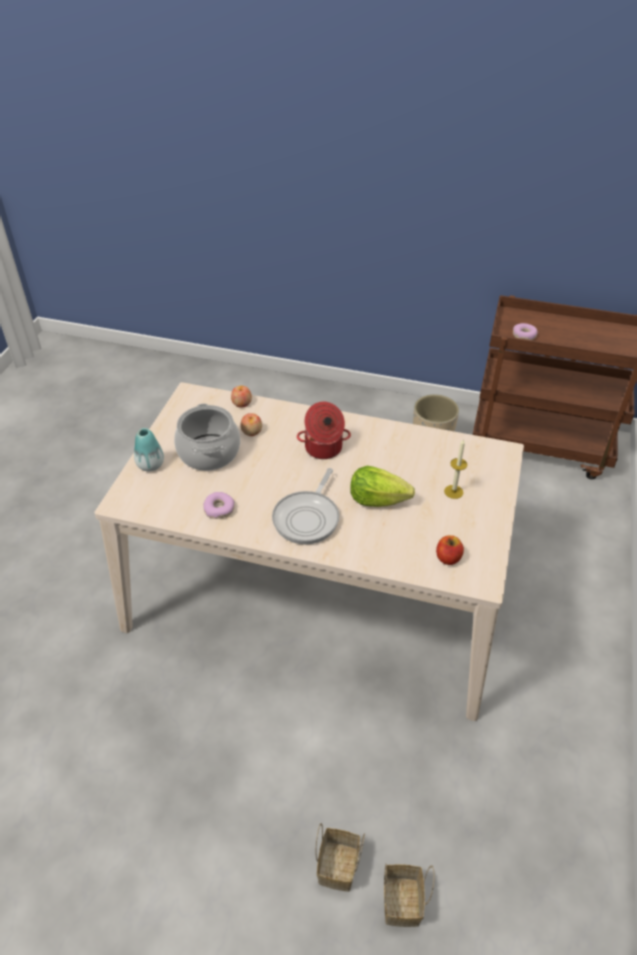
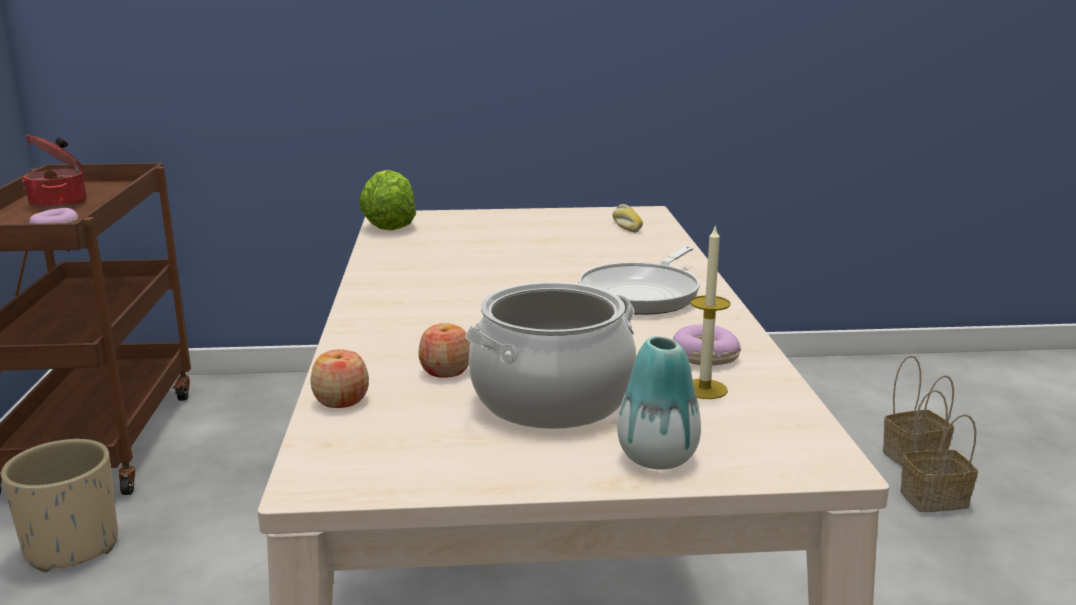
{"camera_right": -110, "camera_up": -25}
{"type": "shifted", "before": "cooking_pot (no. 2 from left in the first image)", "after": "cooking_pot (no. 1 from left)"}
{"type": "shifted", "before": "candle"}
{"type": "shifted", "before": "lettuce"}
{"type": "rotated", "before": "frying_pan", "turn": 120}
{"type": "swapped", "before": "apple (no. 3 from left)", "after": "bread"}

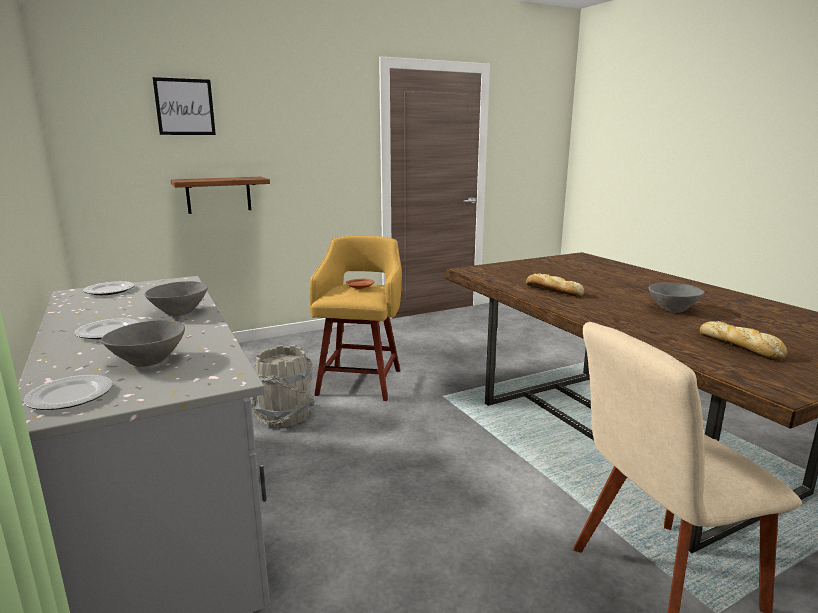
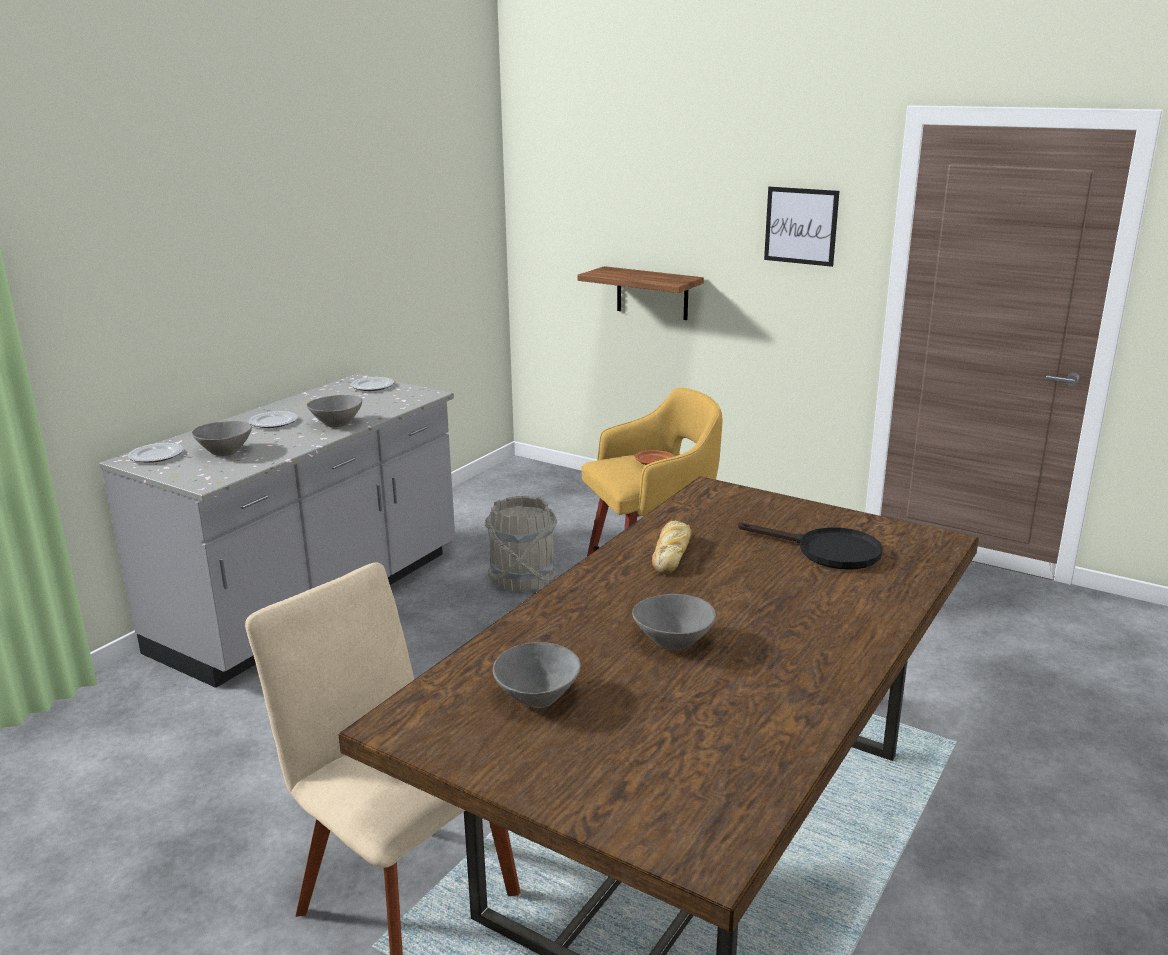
{"camera_right": 60, "camera_up": 5}
{"type": "shifted", "before": "picture"}
{"type": "swapped", "before": "bread (no. 2 from left)", "after": "grey_bowl (no. 3 from left)"}
{"type": "new", "after": "black_frying_pan"}

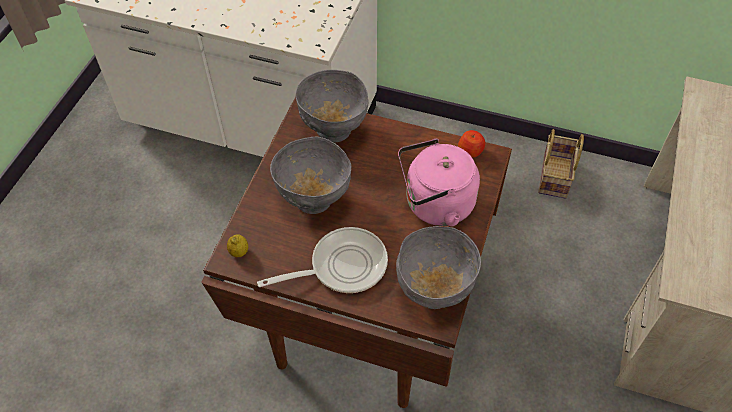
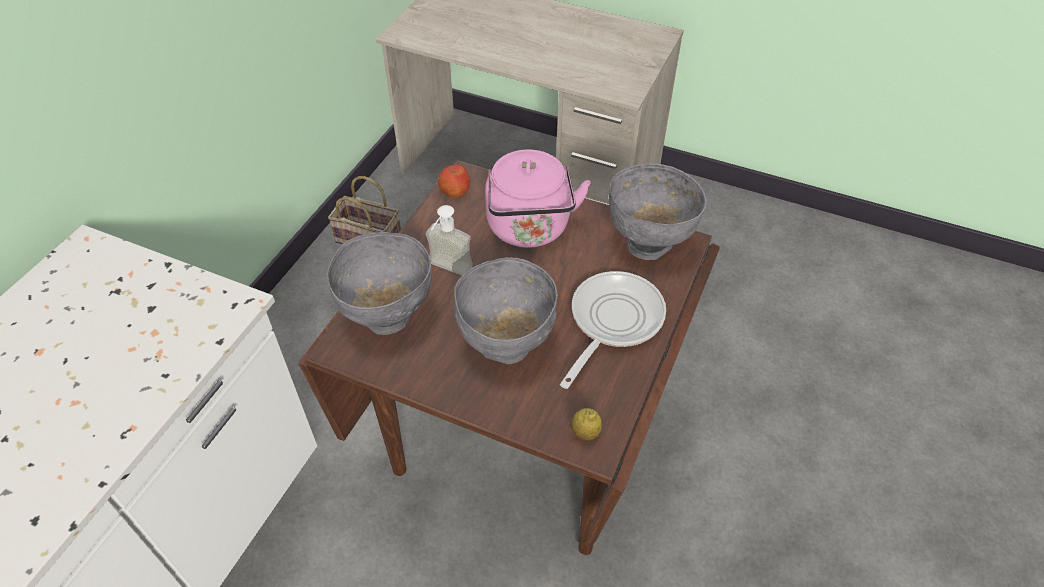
{"camera_right": -85, "camera_up": -5}
{"type": "rotated", "before": "frying_pan", "turn": 45}
{"type": "new", "after": "soap_dispenser"}

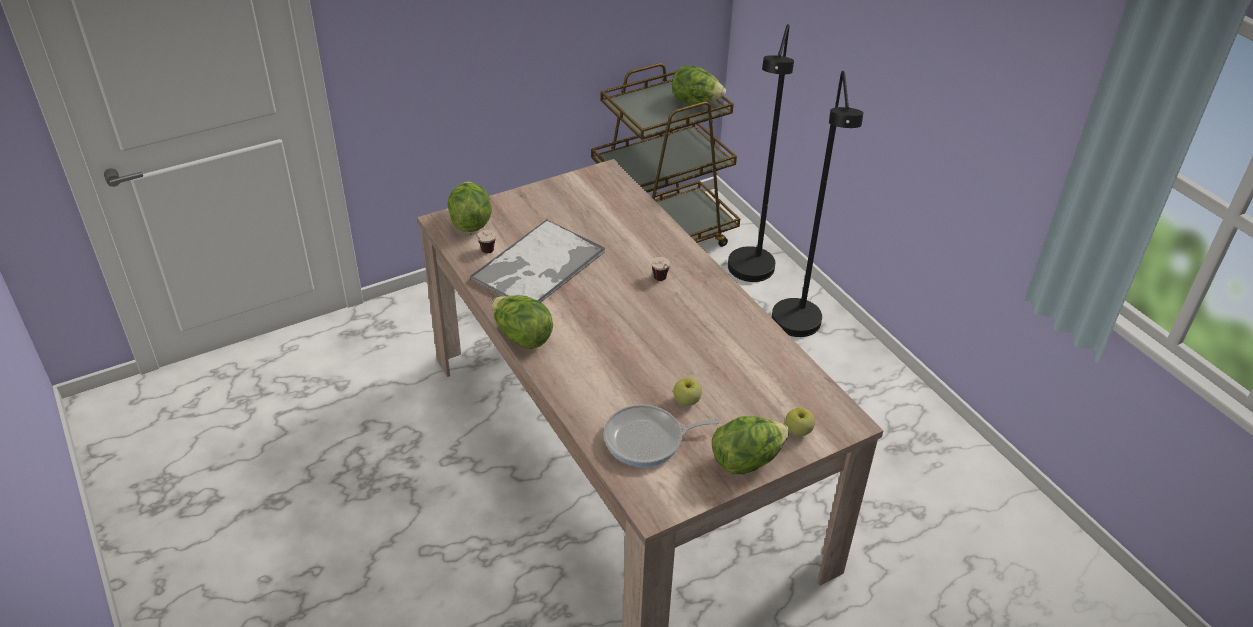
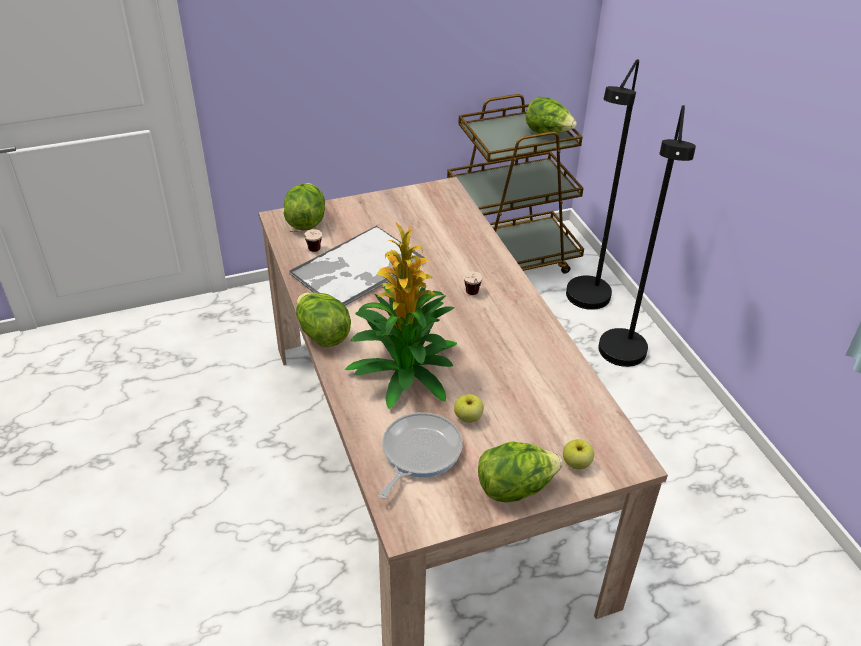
{"camera_right": 10, "camera_up": 0}
{"type": "rotated", "before": "frying_pan", "turn": 120}
{"type": "new", "after": "potted_plant"}

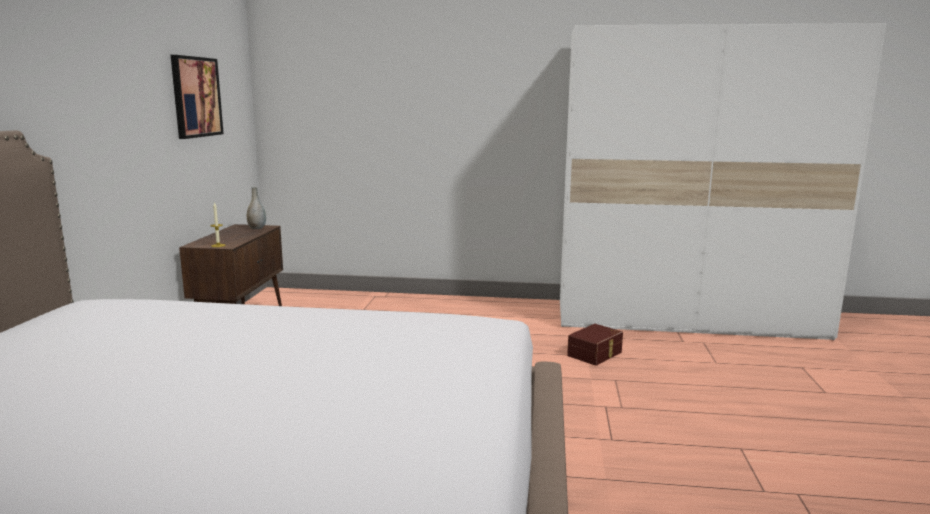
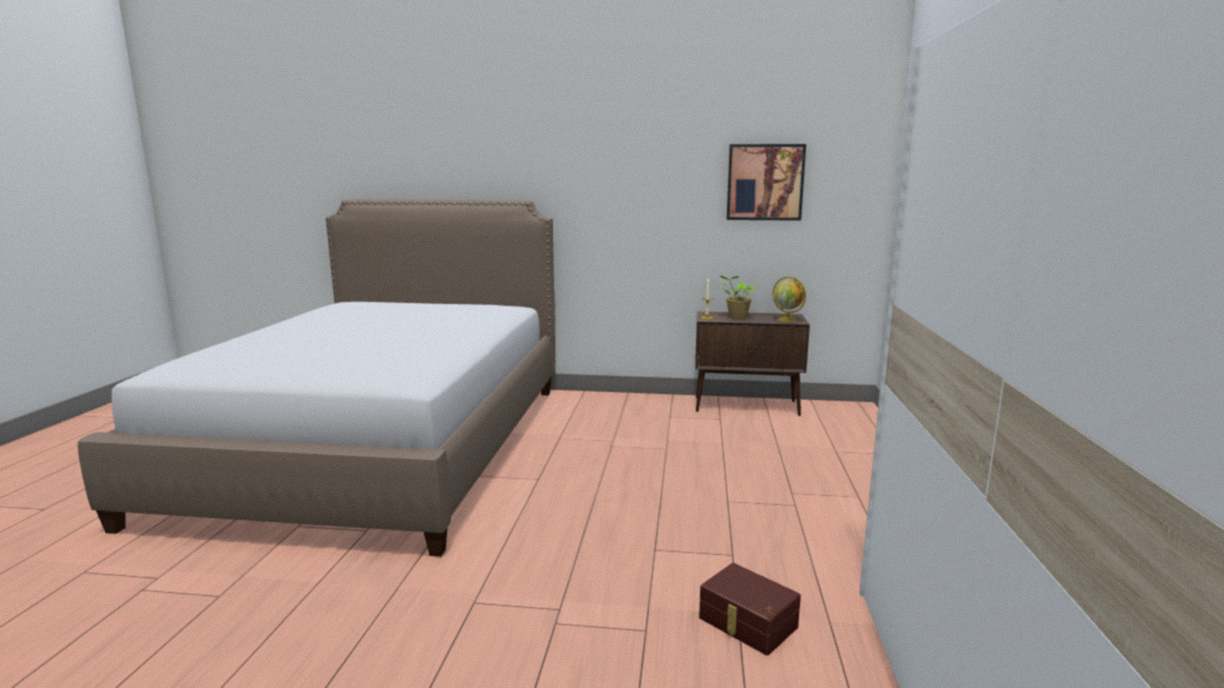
{"camera_right": 90, "camera_up": 0}
{"type": "swapped", "before": "grey_vase", "after": "globe"}
{"type": "new", "after": "potted_plant"}

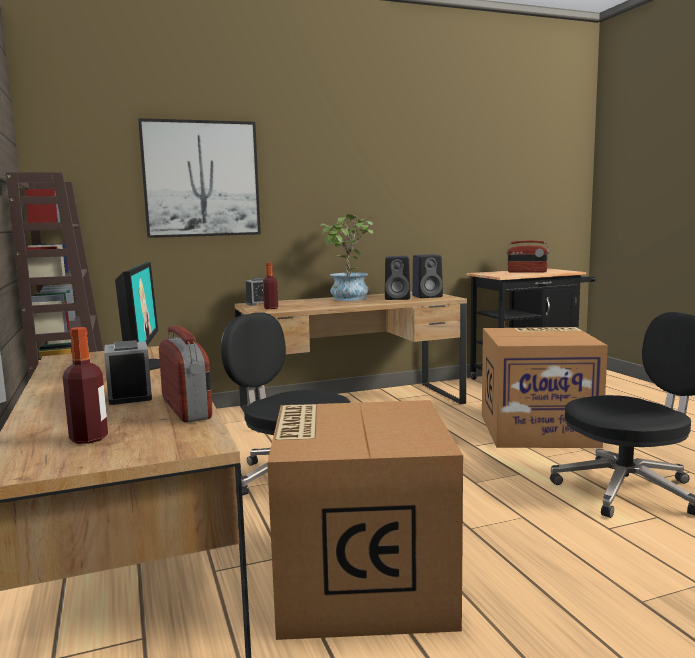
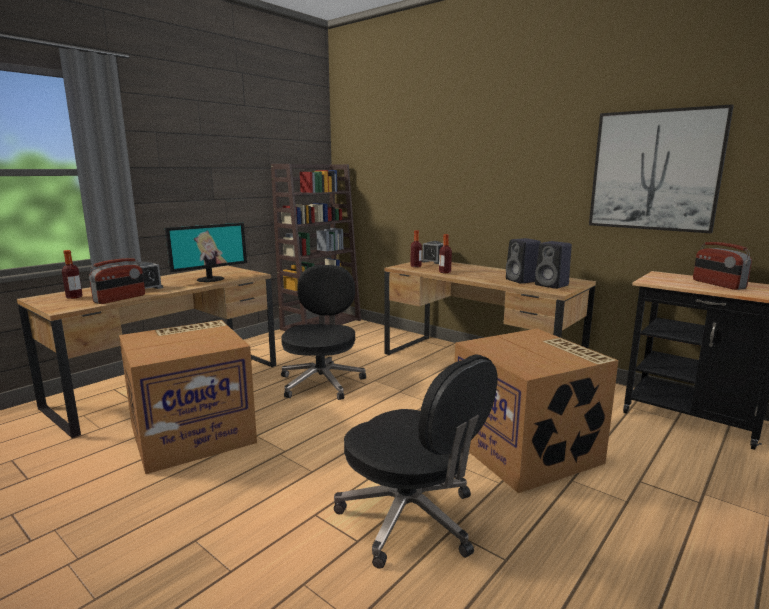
{"camera_right": 60, "camera_up": 5}
{"type": "shifted", "before": "picture"}
{"type": "gone", "before": "potted_plant"}
{"type": "new", "after": "bottle (no. 3 from left)"}

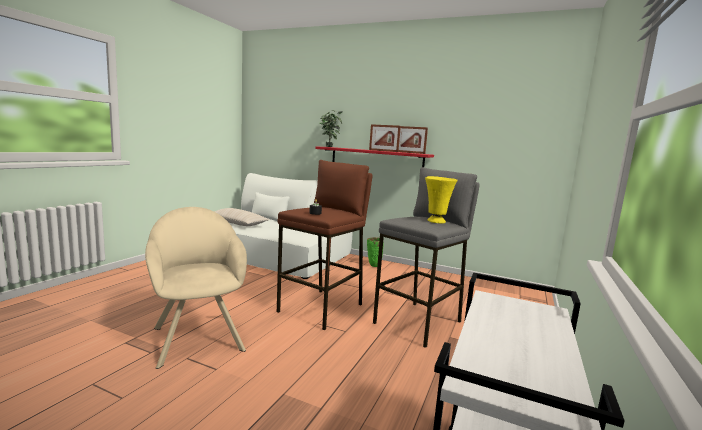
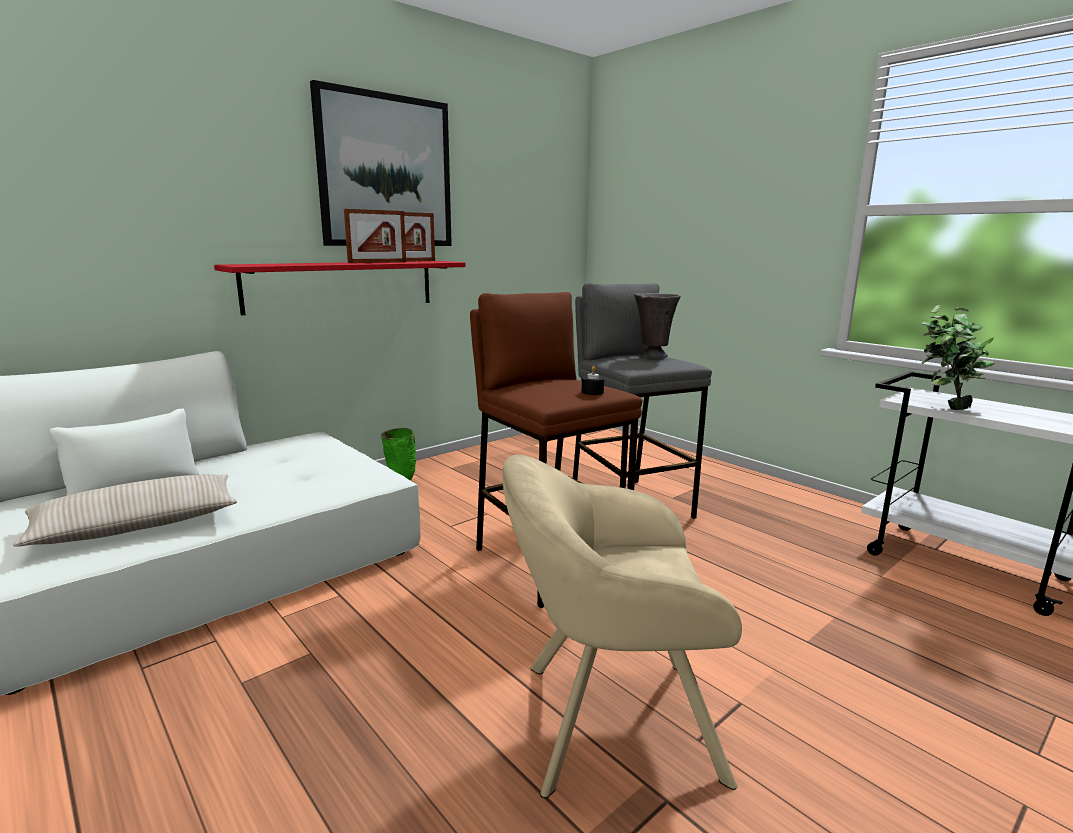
{"camera_right": -65, "camera_up": 5}
{"type": "shifted", "before": "potted_plant"}
{"type": "repainted", "before": "yellow_vase", "after": "grey_vase"}
{"type": "new", "after": "picture"}

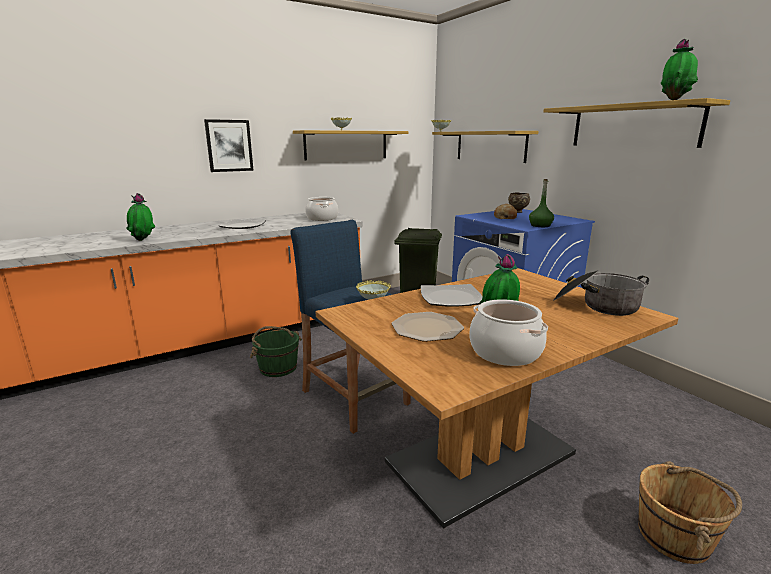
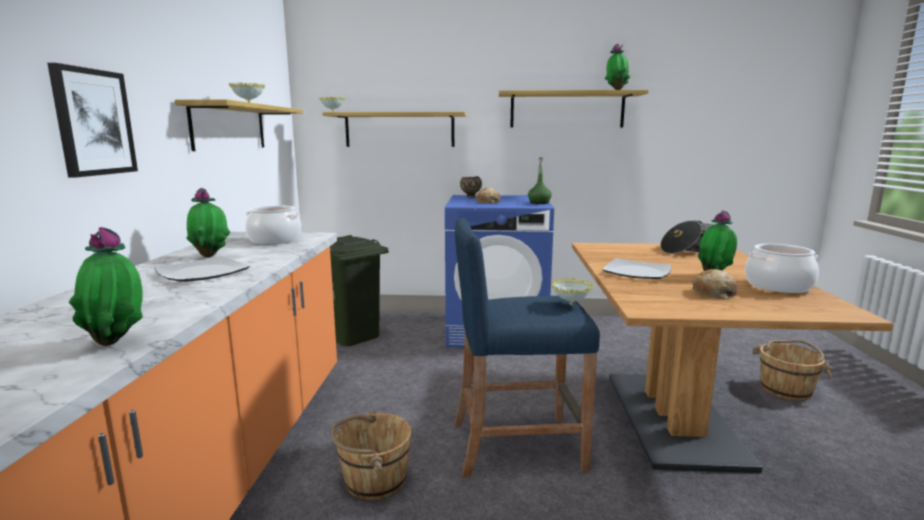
{"camera_right": -55, "camera_up": -5}
{"type": "swapped", "before": "plate (no. 2 from left)", "after": "bread (no. 2 from left)"}
{"type": "repainted", "before": "green_bucket", "after": "brown_bucket (no. 1 from left)"}
{"type": "new", "after": "potted_plant (no. 2 from left)"}

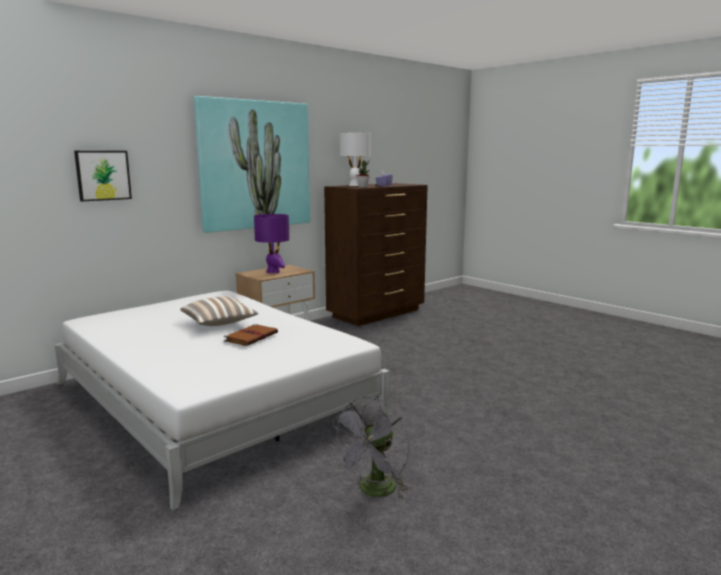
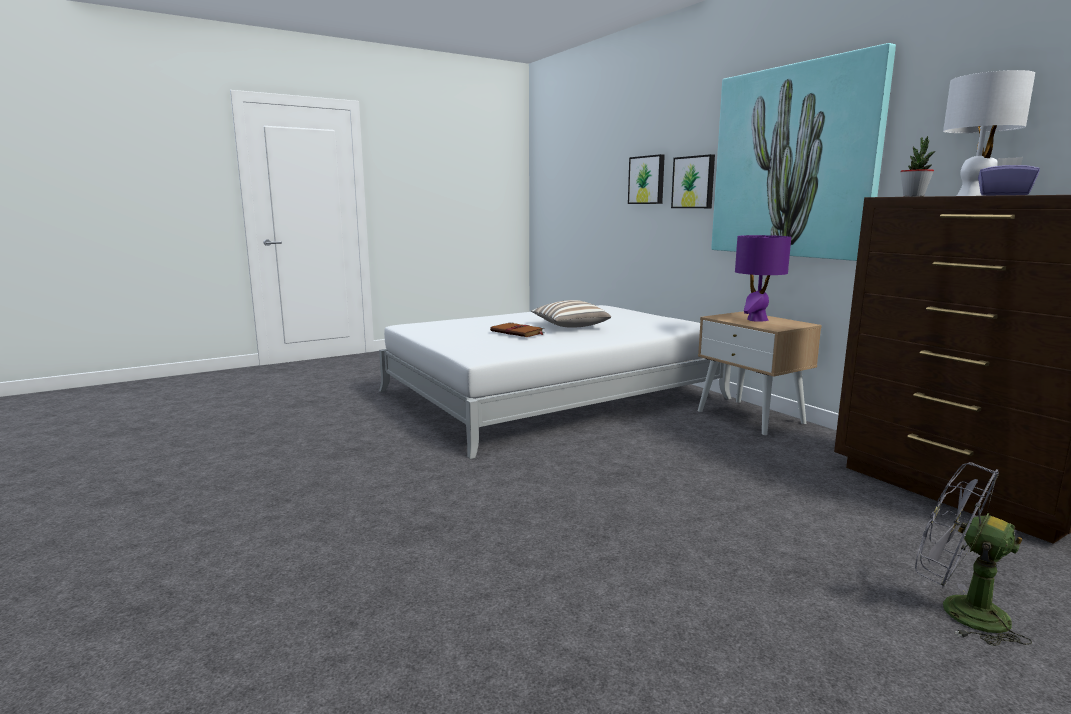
{"camera_right": 100, "camera_up": 0}
{"type": "shifted", "before": "grey_fan"}
{"type": "new", "after": "picture (no. 2 from left)"}

